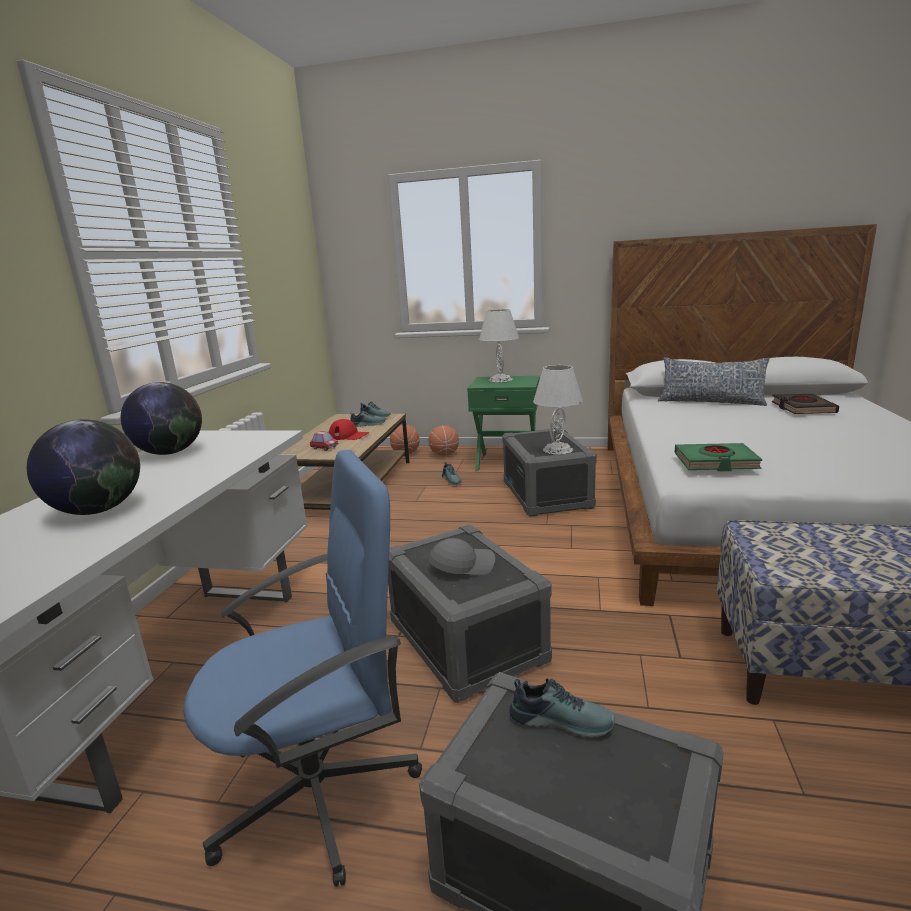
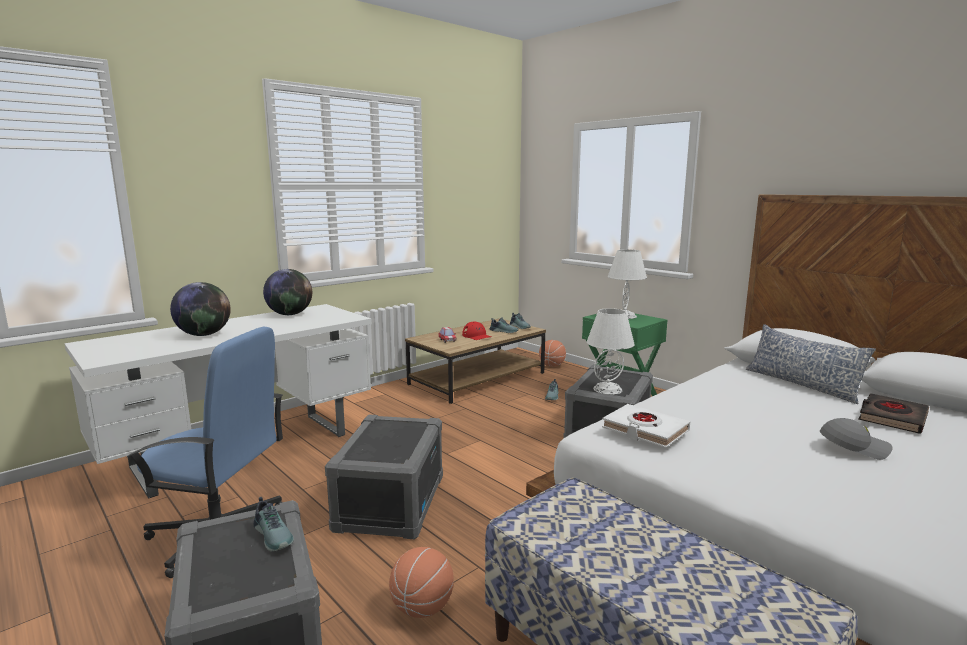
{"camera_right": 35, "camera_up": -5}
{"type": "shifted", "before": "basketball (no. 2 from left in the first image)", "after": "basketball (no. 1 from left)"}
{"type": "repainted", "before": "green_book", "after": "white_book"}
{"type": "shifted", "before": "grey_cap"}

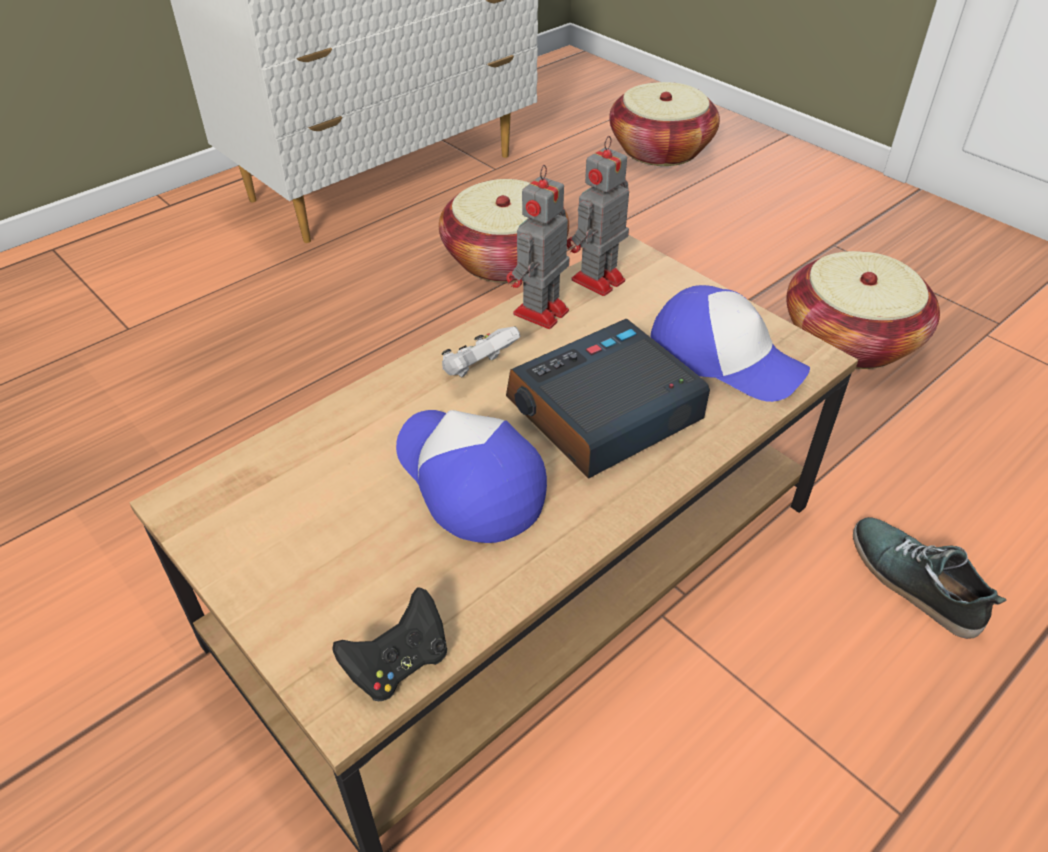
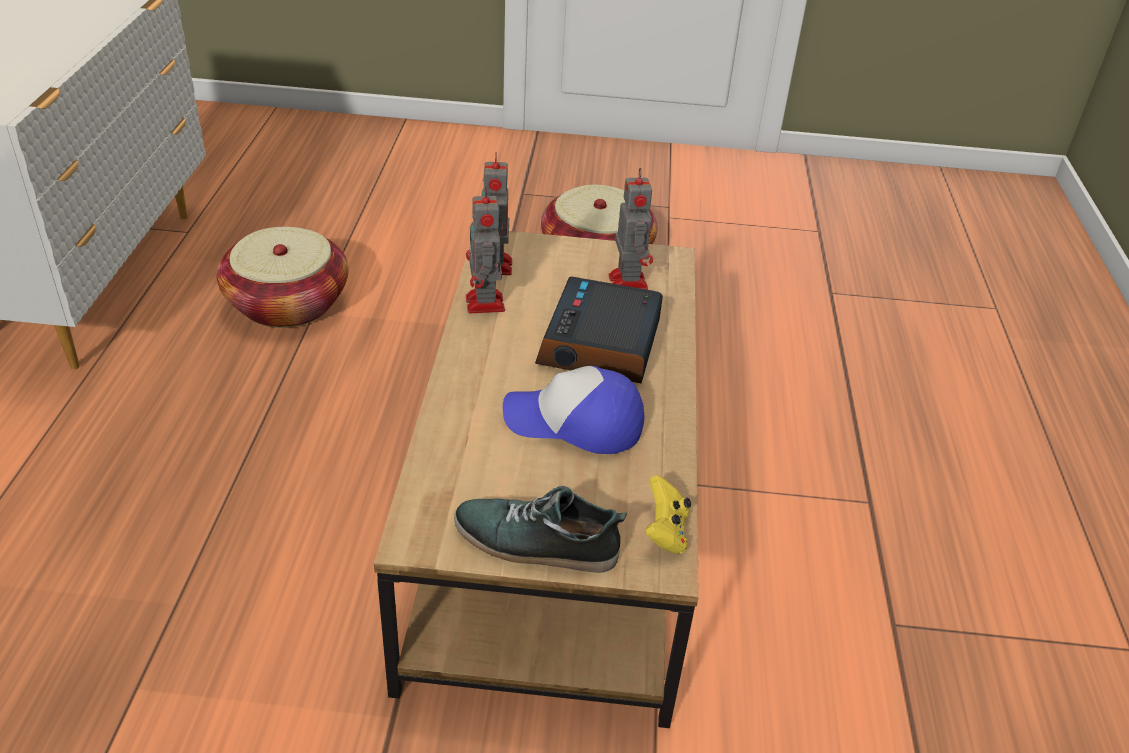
{"camera_right": -45, "camera_up": -5}
{"type": "gone", "before": "basket (no. 2 from left)"}
{"type": "swapped", "before": "cap (no. 2 from left)", "after": "toy_robot (no. 3 from left)"}
{"type": "gone", "before": "white_game_controller"}
{"type": "shifted", "before": "shoe"}
{"type": "repainted", "before": "black_game_controller", "after": "yellow_game_controller"}

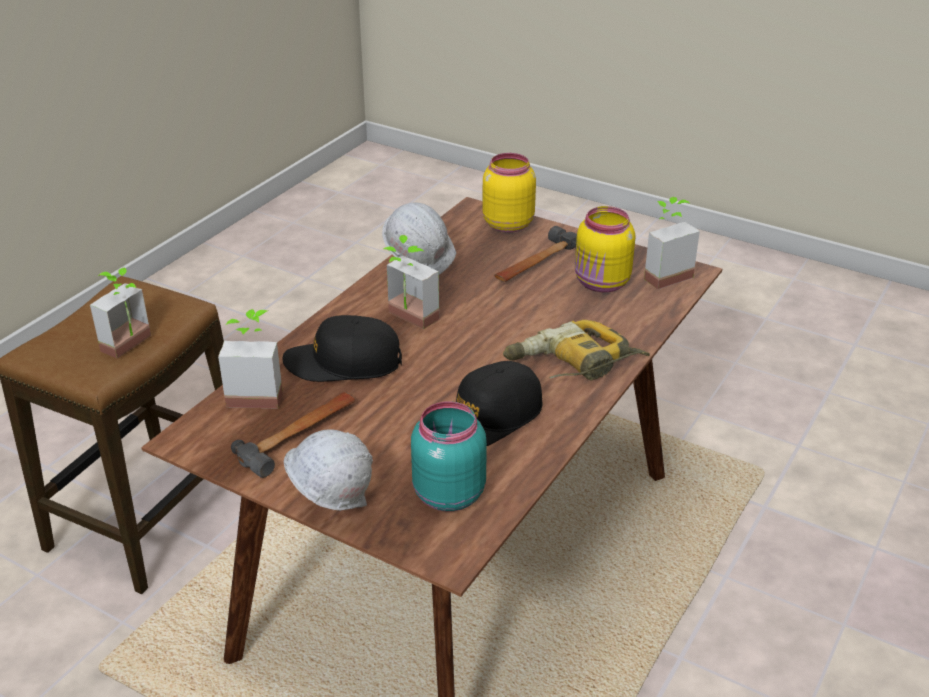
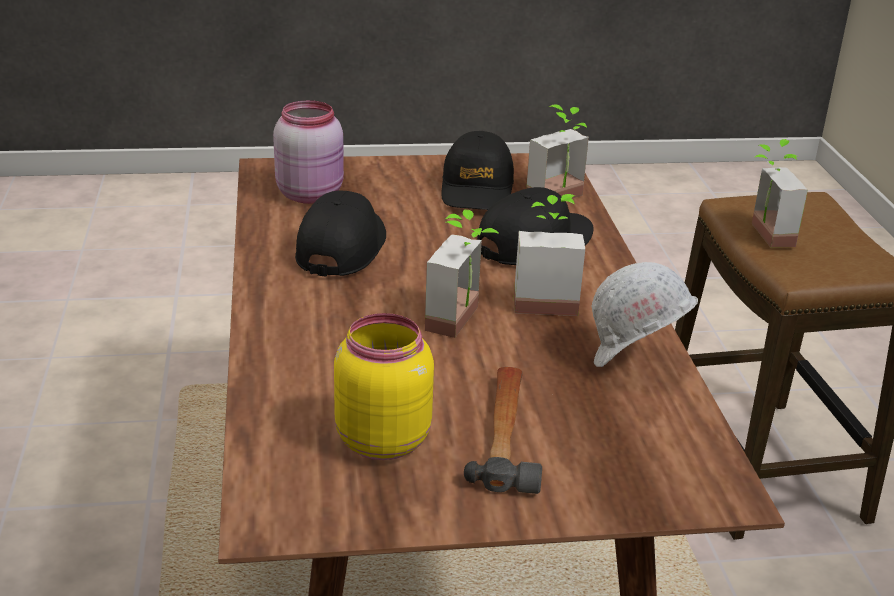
{"camera_right": 140, "camera_up": -5}
{"type": "gone", "before": "yellow_jar (no. 1 from left)"}
{"type": "shifted", "before": "potted_plant (no. 4 from left in the first image)", "after": "potted_plant (no. 1 from left)"}
{"type": "gone", "before": "power_drill"}
{"type": "swapped", "before": "hammer (no. 1 from left)", "after": "black_cap (no. 2 from left)"}
{"type": "repainted", "before": "turquoise_jar", "after": "pink_jar"}
{"type": "gone", "before": "white_hard_hat (no. 1 from left)"}

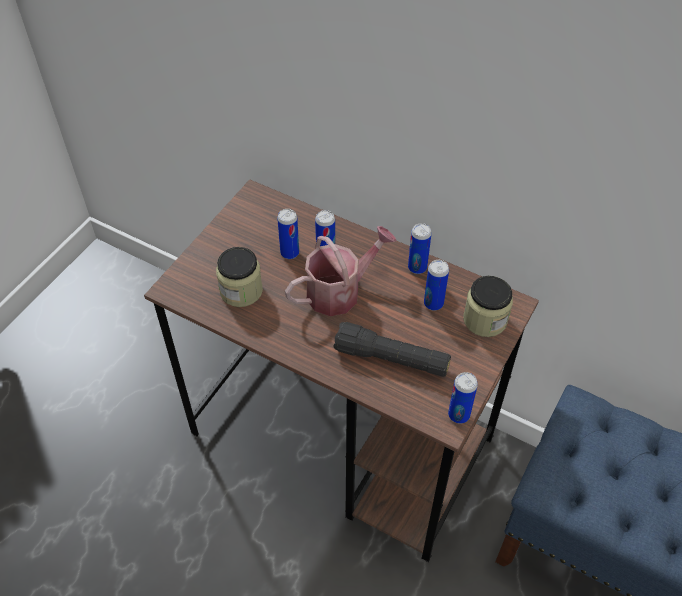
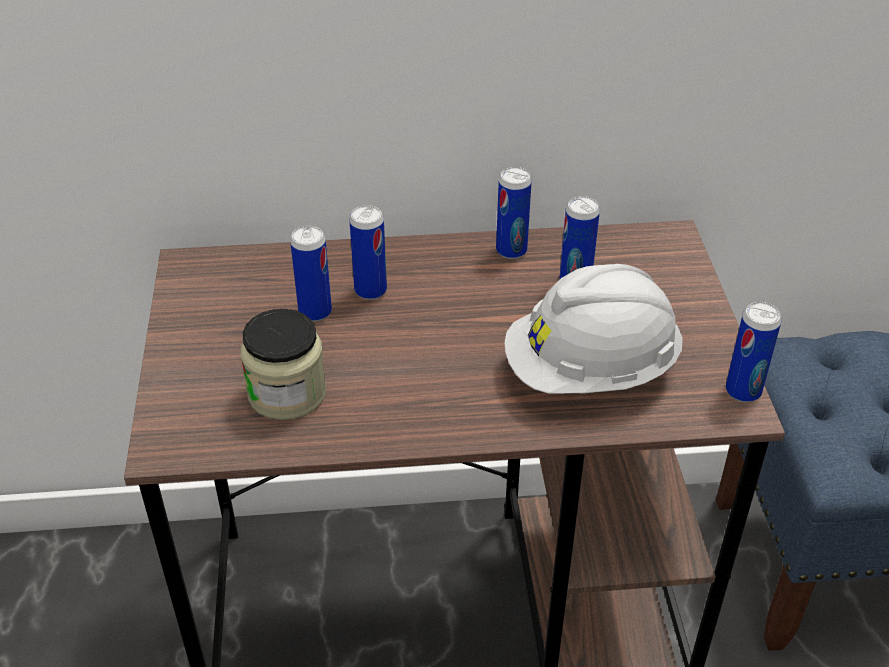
{"camera_right": -35, "camera_up": -10}
{"type": "gone", "before": "watering_can"}
{"type": "gone", "before": "jar (no. 2 from left)"}
{"type": "swapped", "before": "black_flashlight", "after": "white_hard_hat"}

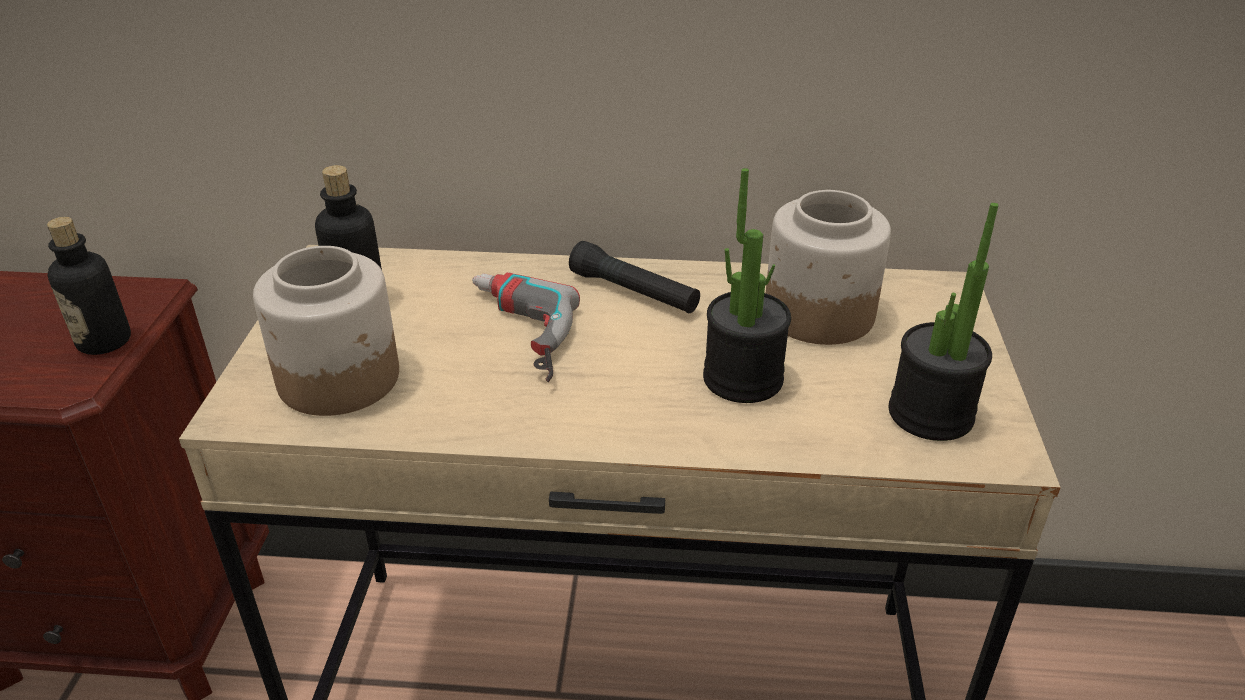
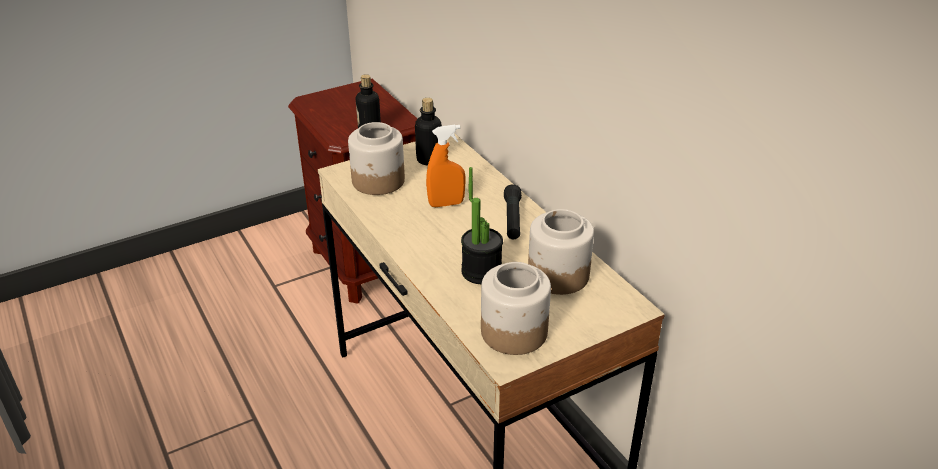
{"camera_right": 55, "camera_up": 0}
{"type": "swapped", "before": "potted_plant (no. 2 from left)", "after": "jar (no. 2 from left)"}
{"type": "swapped", "before": "power_drill", "after": "orange_spray_bottle"}

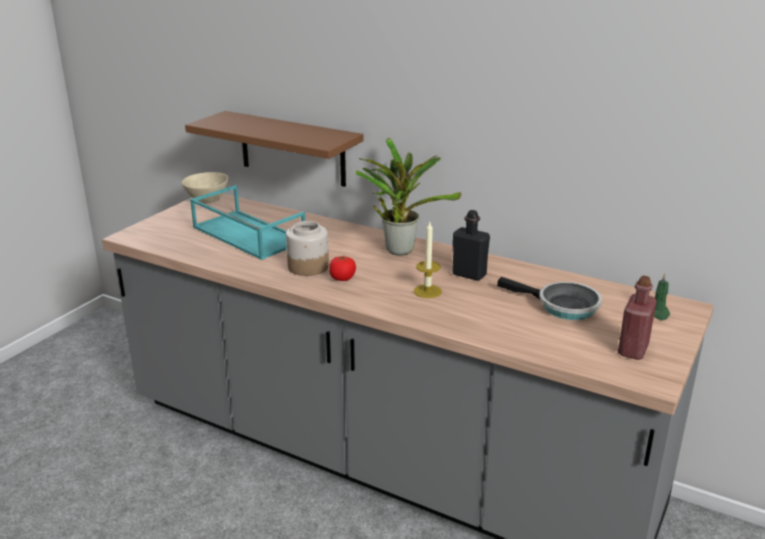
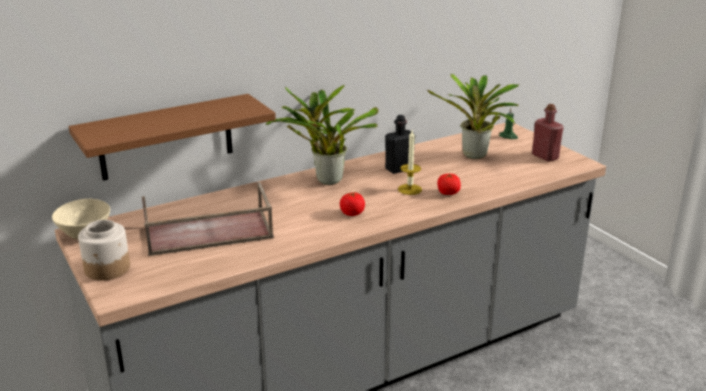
{"camera_right": -60, "camera_up": 0}
{"type": "repainted", "before": "turquoise_tray", "after": "brown_tray"}
{"type": "shifted", "before": "jar"}
{"type": "swapped", "before": "frying_pan", "after": "potted_plant (no. 2 from left)"}
{"type": "new", "after": "tomato (no. 2 from left)"}

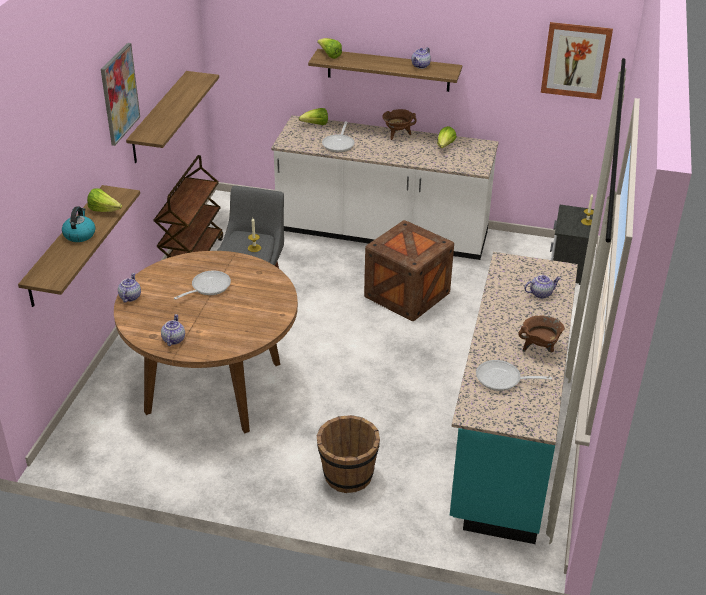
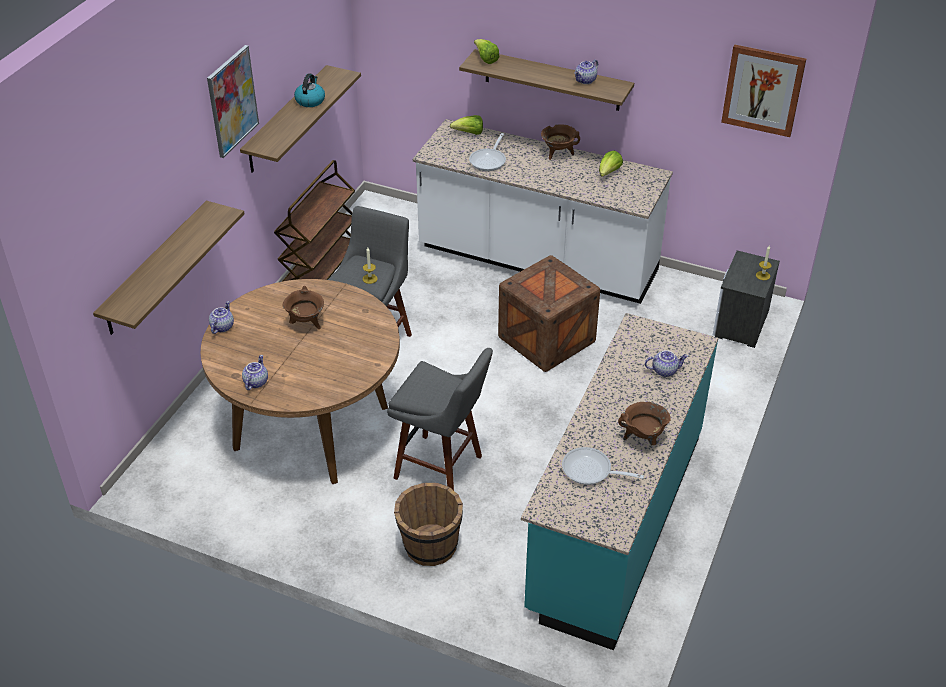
{"camera_right": 10, "camera_up": 5}
{"type": "gone", "before": "lettuce (no. 1 from left)"}
{"type": "shifted", "before": "kettle"}
{"type": "swapped", "before": "frying_pan (no. 1 from left)", "after": "brown_cooking_pot (no. 1 from left)"}
{"type": "new", "after": "grey_stool (no. 2 from left)"}

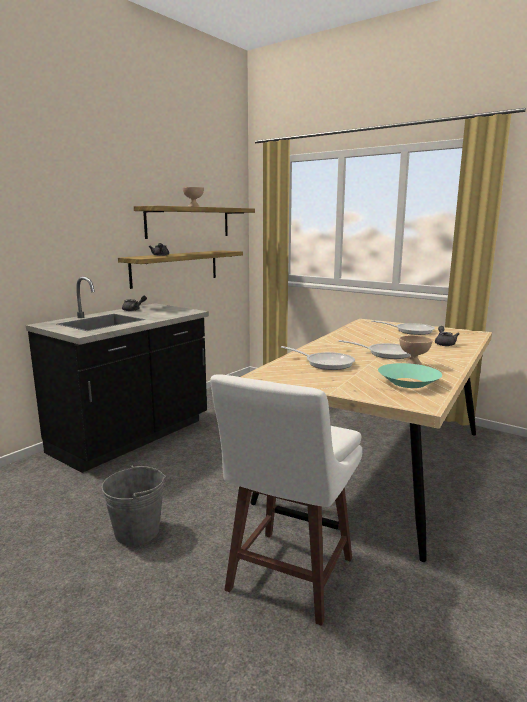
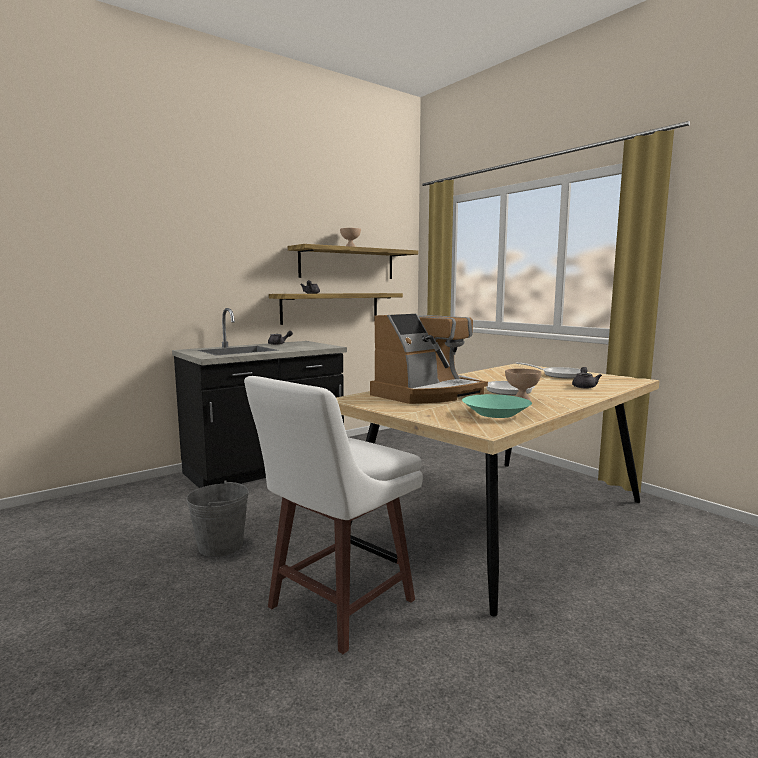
{"camera_right": 15, "camera_up": -5}
{"type": "swapped", "before": "frying_pan (no. 1 from left)", "after": "coffee_machine"}

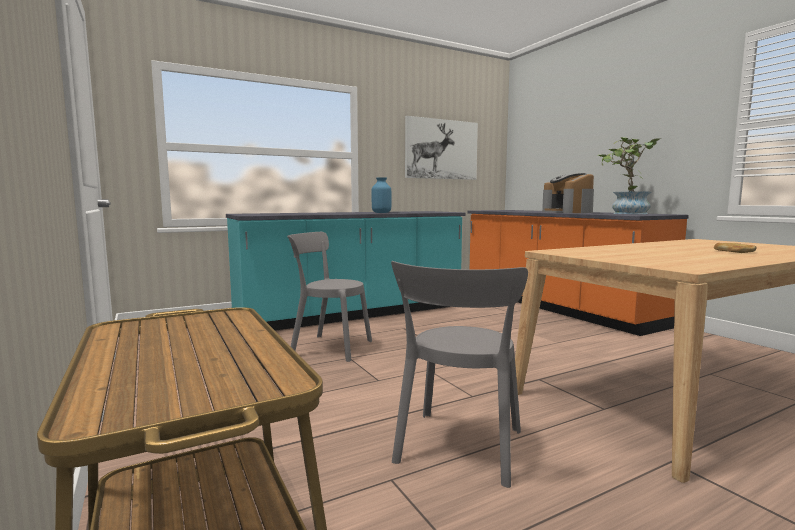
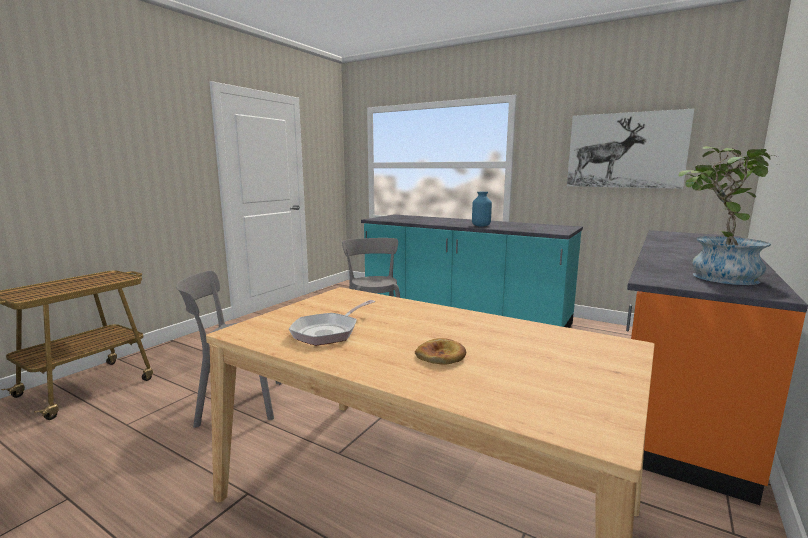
{"camera_right": 60, "camera_up": 5}
{"type": "gone", "before": "coffee_machine"}
{"type": "new", "after": "frying_pan"}

